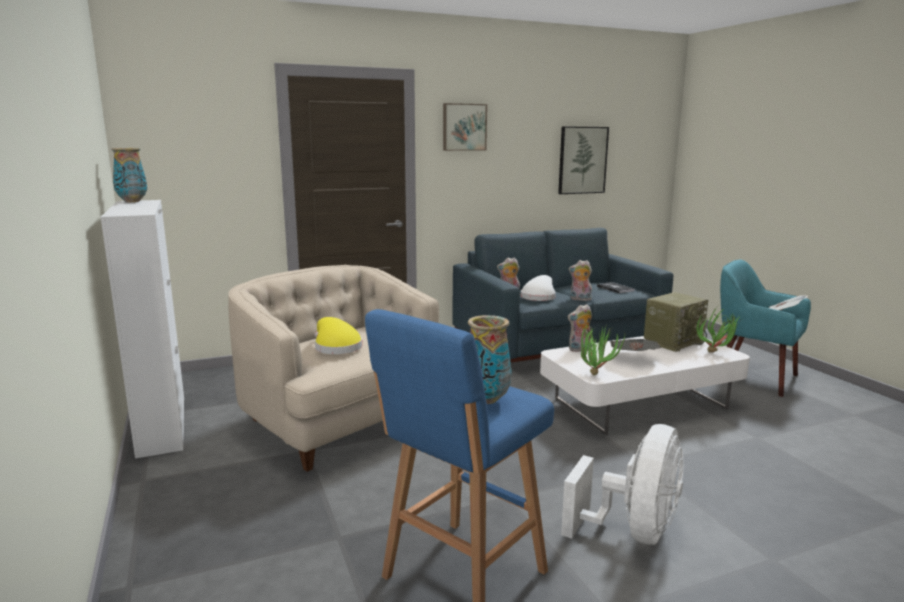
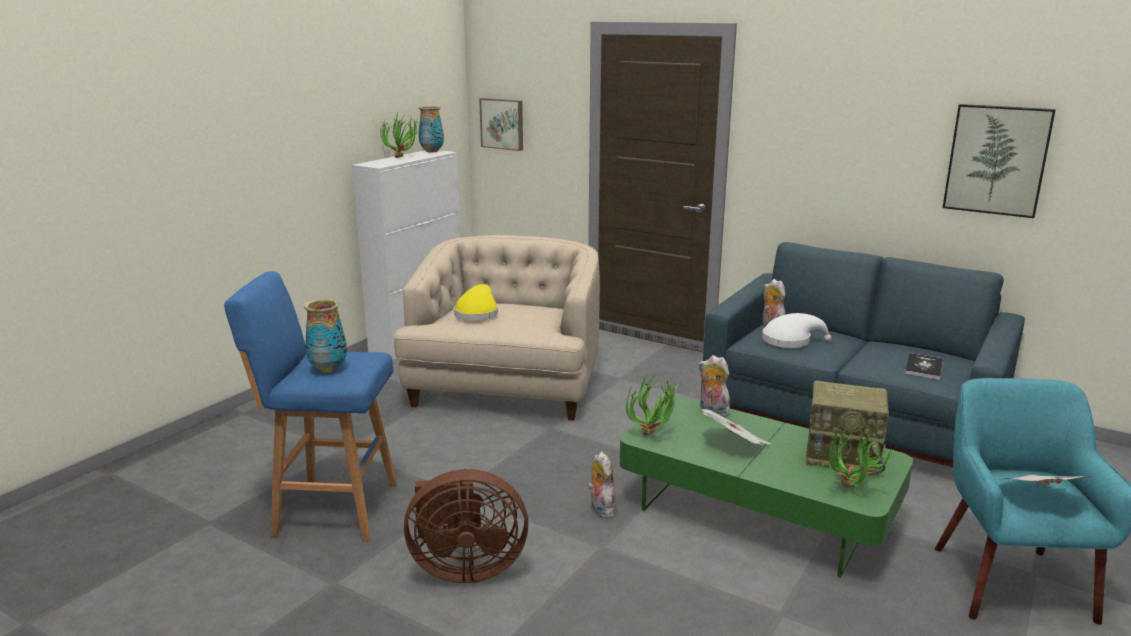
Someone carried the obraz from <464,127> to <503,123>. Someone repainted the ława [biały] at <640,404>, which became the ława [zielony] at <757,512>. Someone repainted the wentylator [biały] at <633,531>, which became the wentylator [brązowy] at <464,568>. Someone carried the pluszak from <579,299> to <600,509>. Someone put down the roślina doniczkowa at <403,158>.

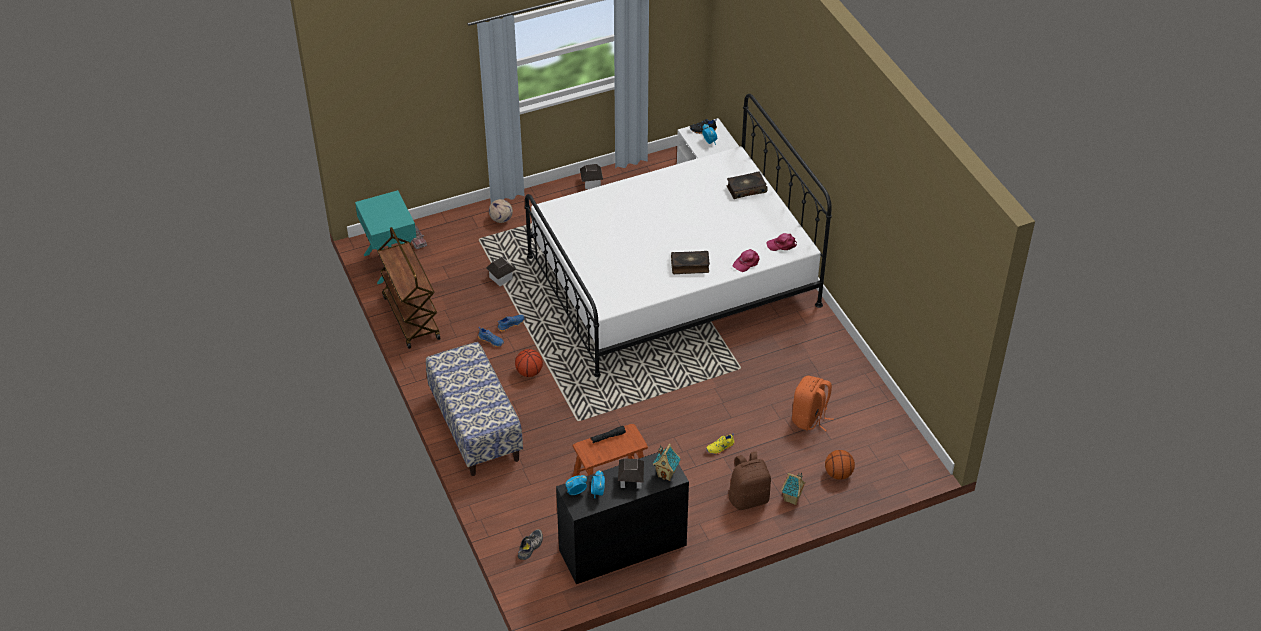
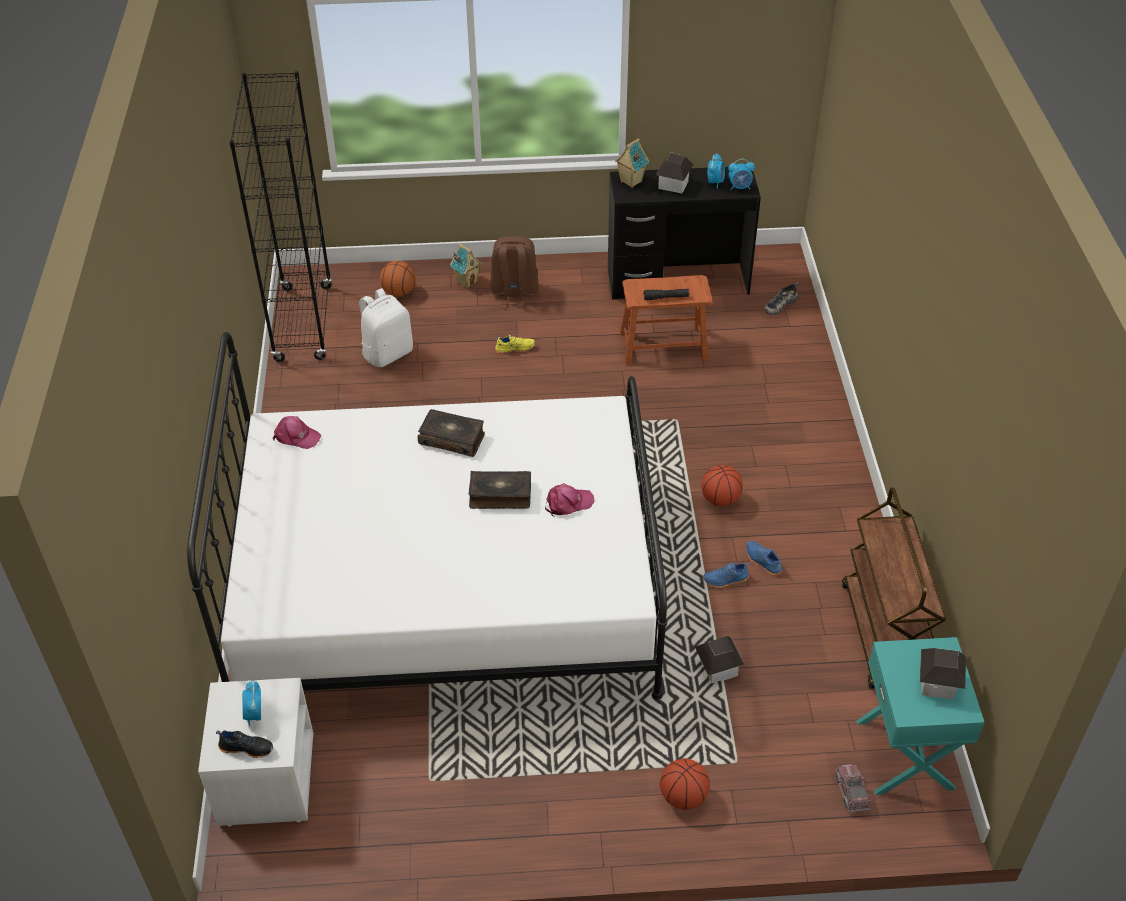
Someone took away the ławka at <475,427>. Someone swapped the piłka futbolowa at <501,219> for the piłka do koszykówki at <683,796>. Someone carried the domek from <591,183> to <938,683>. Someone carried the książka from <746,189> to <500,495>. Someone carried the czapka z daszkiem [różowy] from <746,262> to <568,503>. Someone repainted the plecak [pomarańczowy] at <810,419>, which became the plecak [biały] at <387,353>. Someone put down the regał [czarny] at <303,323>.

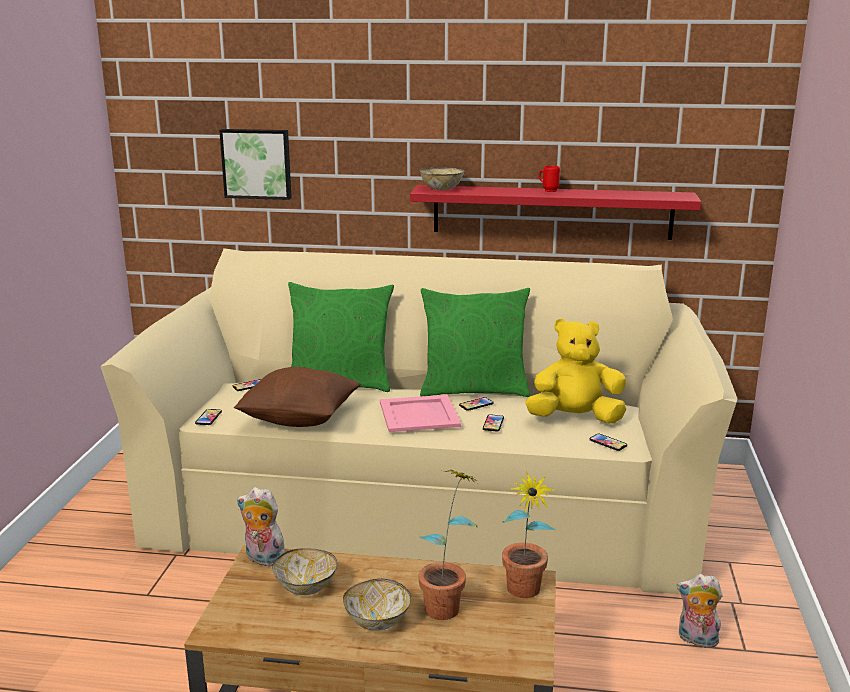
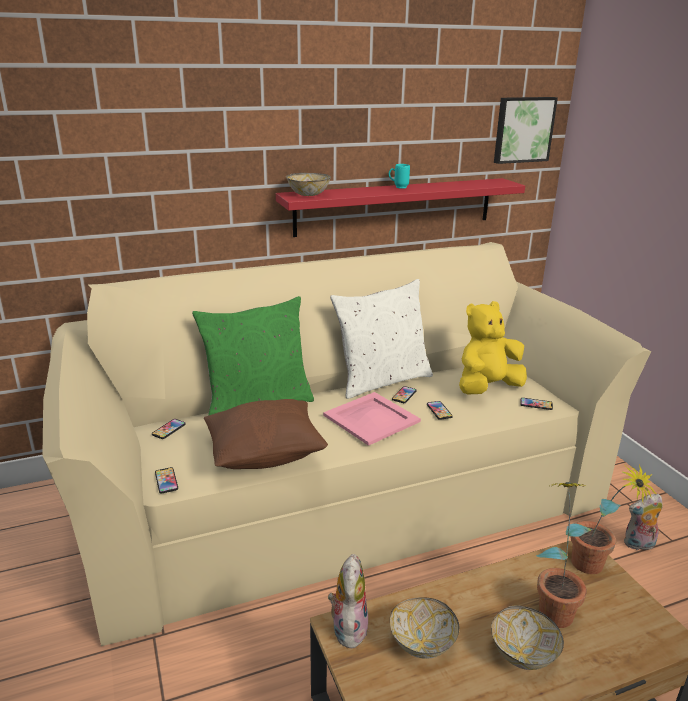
Someone carried the obraz from <257,163> to <523,129>. Someone rotated the pluszak at <263,559> by 105 degrees clockwise. Someone repainted the poduszka [zielony] at <474,389>, which became the poduszka [biały] at <381,380>. Someone repainted the kubek [czerwony] at <547,190>, which became the kubek [turkusowy] at <398,187>.

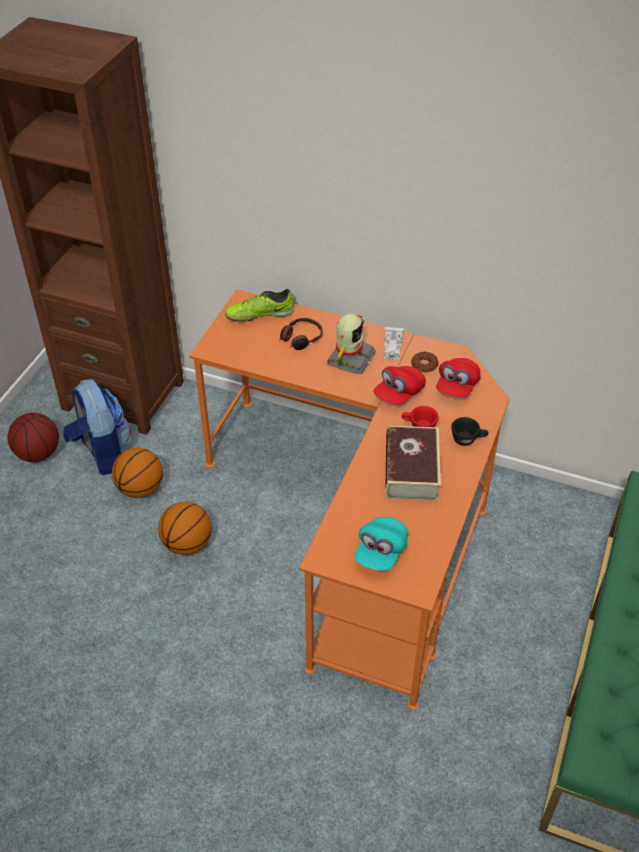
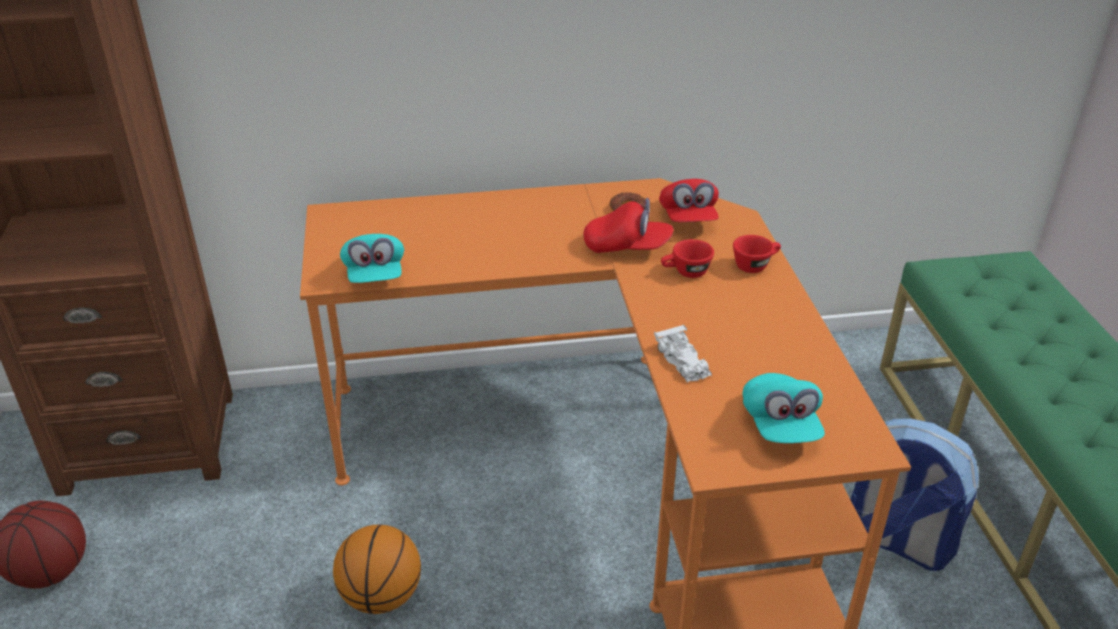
Someone carried the plecak from <102,453> to <895,541>. Someone took away the piłka do koszykówki at <141,489>. Someone took away the but at <259,314>. Someone took away the słuchawki at <300,338>. Someone took away the robot zabawkowy at <349,358>. Someone rotated the czapka z daszkiem [czerwony] at <399,394> by 90 degrees counterclockwise. Someone carried the samochodzik [biały] from <392,347> to <683,361>. Someone took away the książka at <411,470>. Someone repainted the filiżanka [czarny] at <468,439>, which became the filiżanka [czerwony] at <755,265>. Someone put down the czapka z daszkiem [turkusowy] at <375,275>.

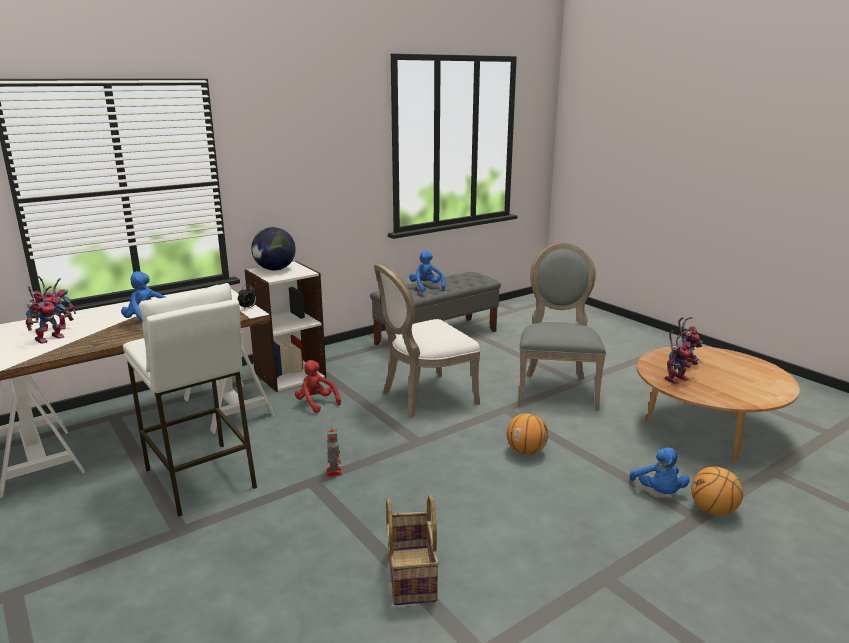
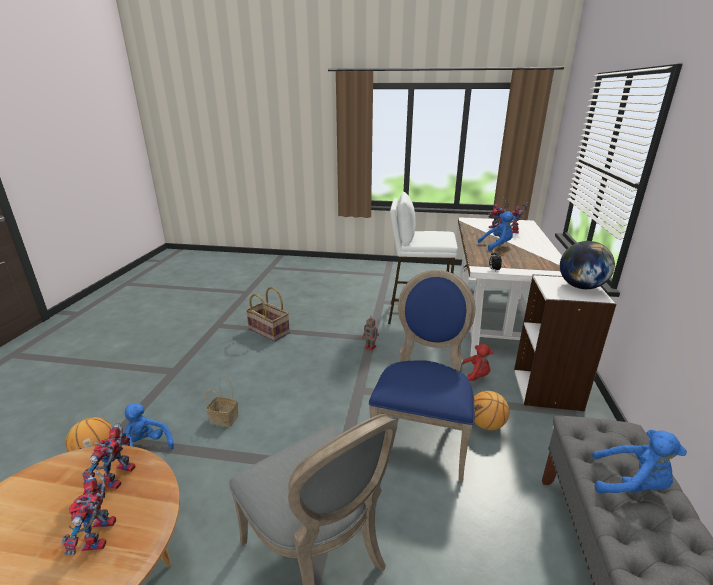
Someone repainted the krzesło [biały] at <424,397>, which became the krzesło [niebieski] at <421,436>. Someone carried the piłka do koszykówki from <526,451> to <486,425>. Someone put down the koszyk at <223,419>.

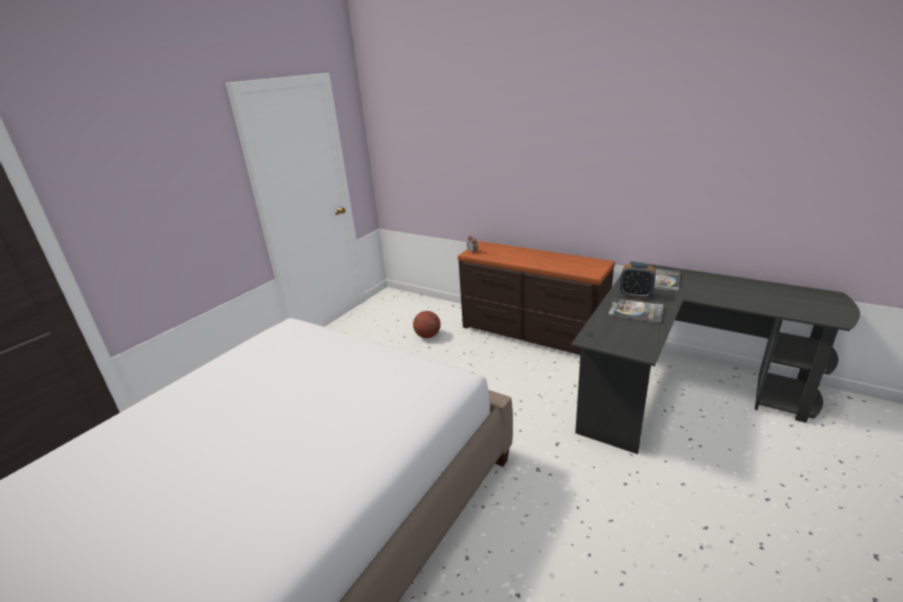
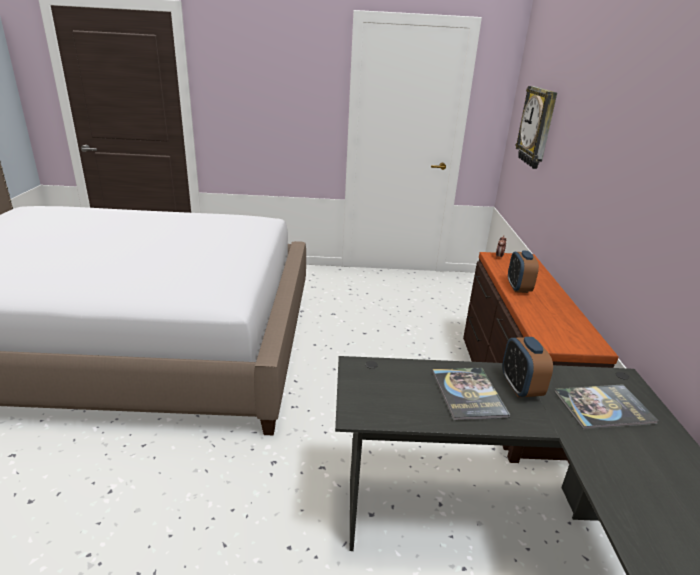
Someone took away the piłka do koszykówki at <428,336>. Someone put down the budzik at <518,288>. Someone put up the zegar ścienny at <537,127>.

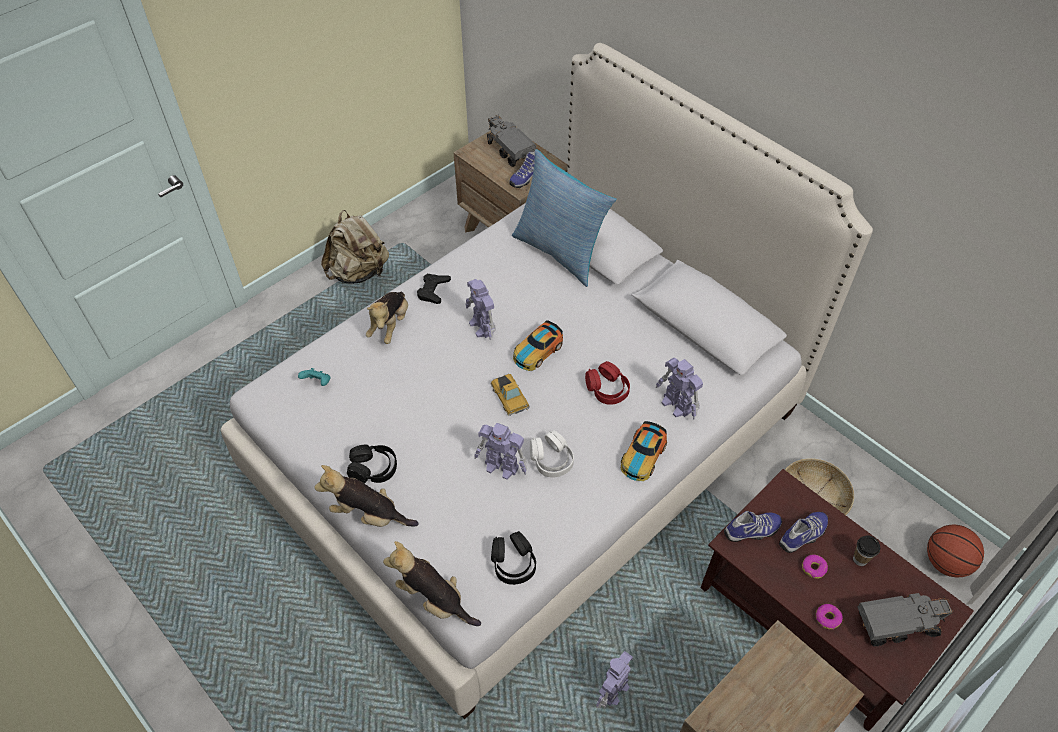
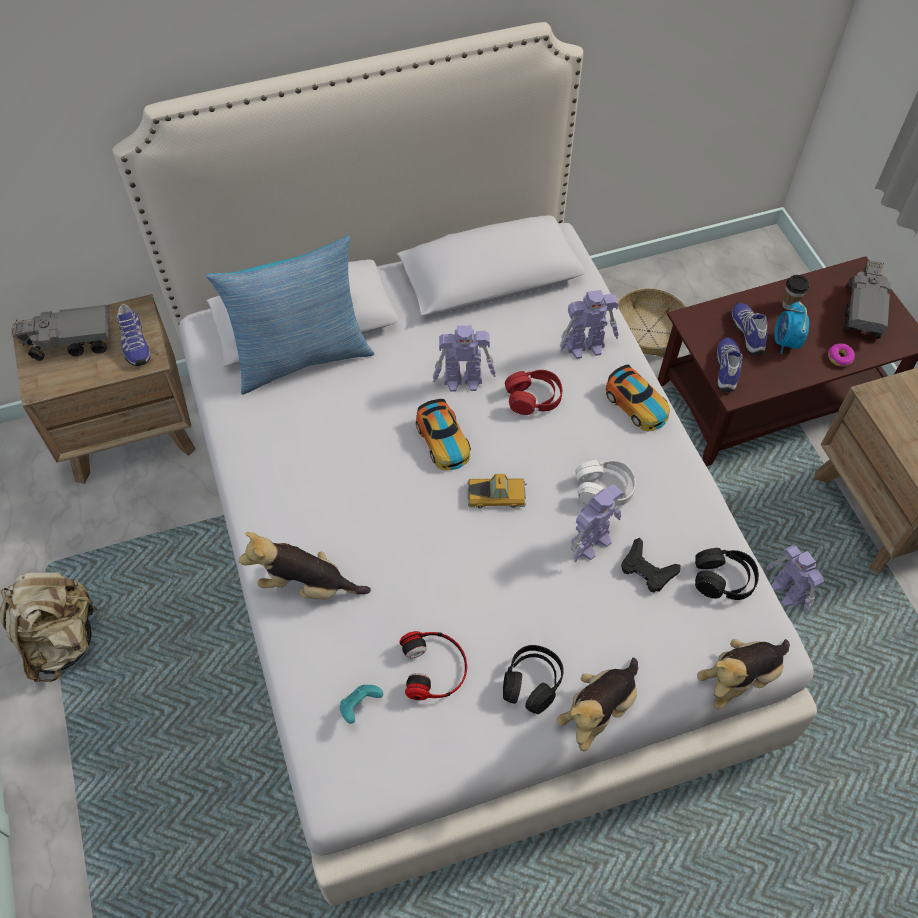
Someone rotated the pluszak at <390,325> by 150 degrees clockwise. Someone carried the pad do gier [czarny] from <433,290> to <647,569>. Someone carried the robot zabawkowy from <482,327> to <464,381>. Someone swapped the donut at <813,568> for the budzik at <785,342>. Someone took away the piłka do koszykówki at <946,562>. Someone put down the słuchawki at <434,667>.

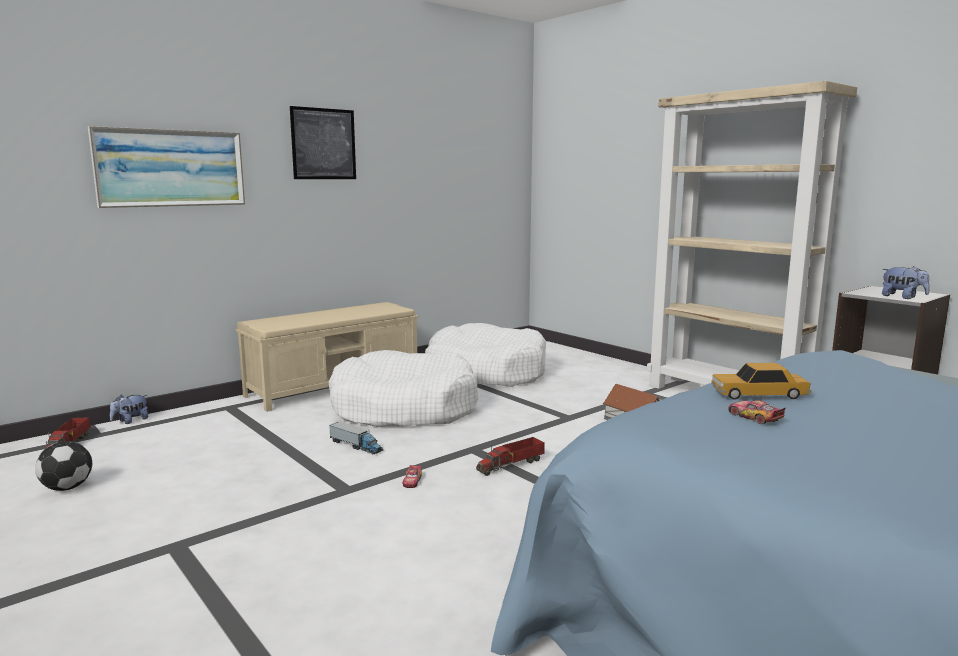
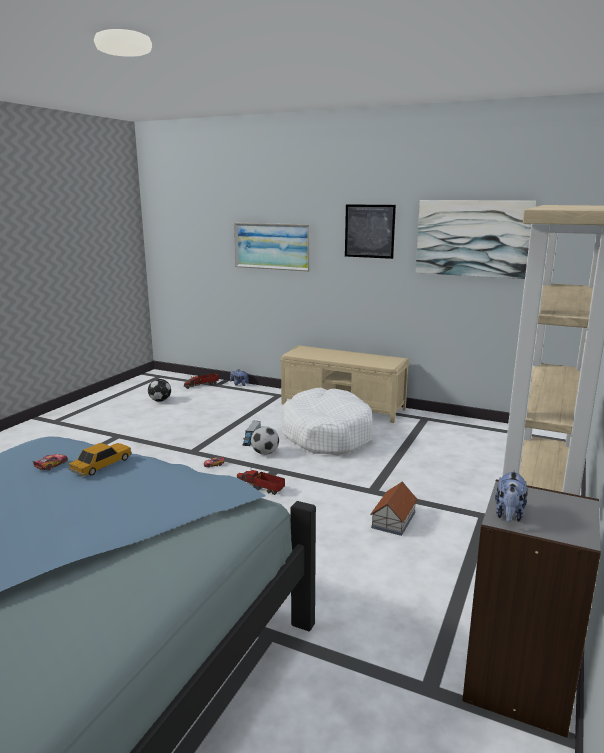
Someone took away the legowisko [biały] at <486,372>. Someone rotated the samochodzik at <758,394> by 60 degrees clockwise. Someone put down the piłka futbolowa at <265,453>. Someone put up the obraz at <472,238>.

